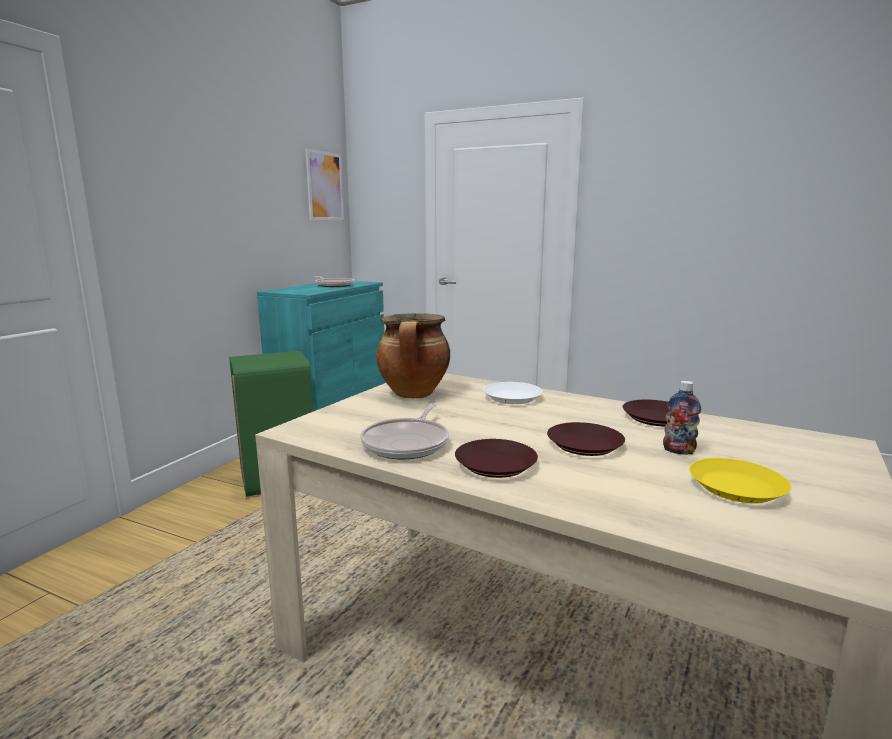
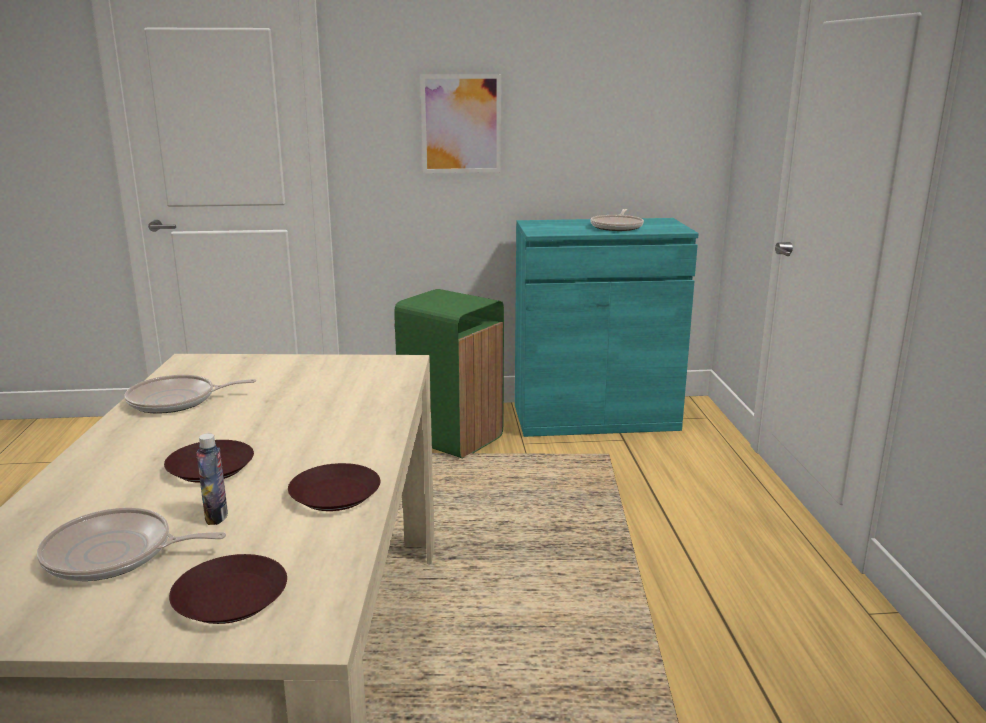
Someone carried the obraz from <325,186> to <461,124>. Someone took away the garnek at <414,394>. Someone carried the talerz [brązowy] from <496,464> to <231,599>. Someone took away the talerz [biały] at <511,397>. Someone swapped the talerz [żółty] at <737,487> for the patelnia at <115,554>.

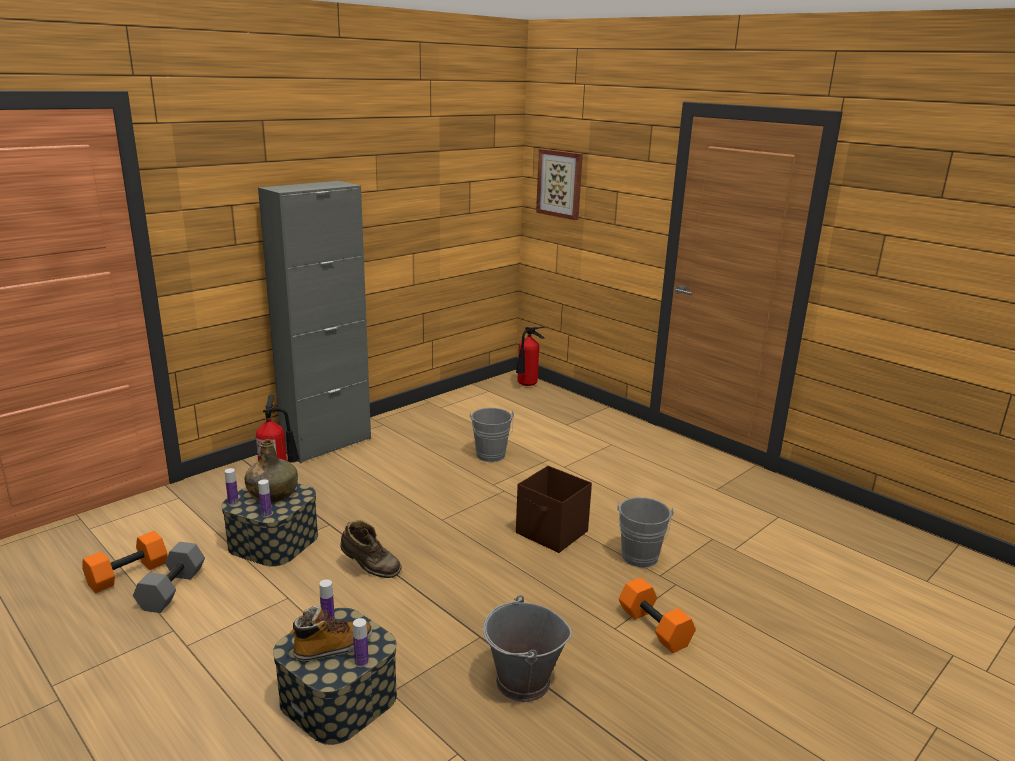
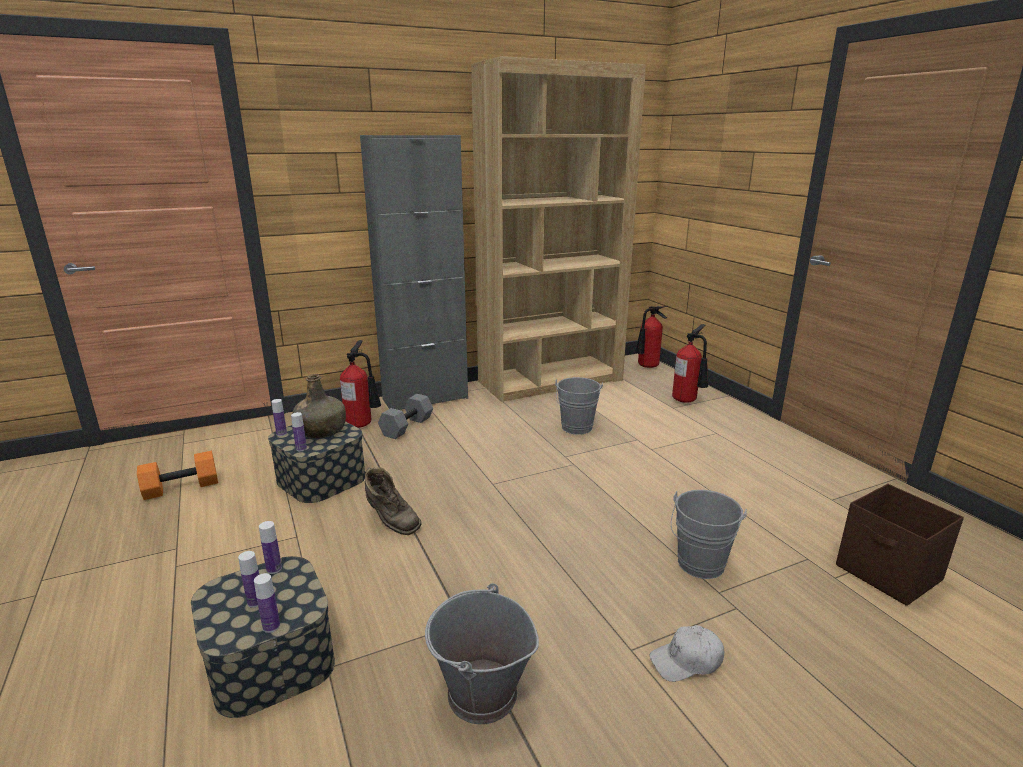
Someone carried the hantel [szary] from <171,588> to <406,426>. Someone swapped the but z cholewką at <333,648> for the butelka at <255,602>. Someone carried the pojemnik do przechowywania [brązowy] from <552,533> to <889,574>. Someone took away the obraz at <560,183>. Someone swapped the hantel [pomarańczowy] at <655,627> for the czapka z daszkiem [biały] at <687,661>. Someone put down the regał [brązowy] at <551,380>. Someone put down the gaśnica at <688,401>.

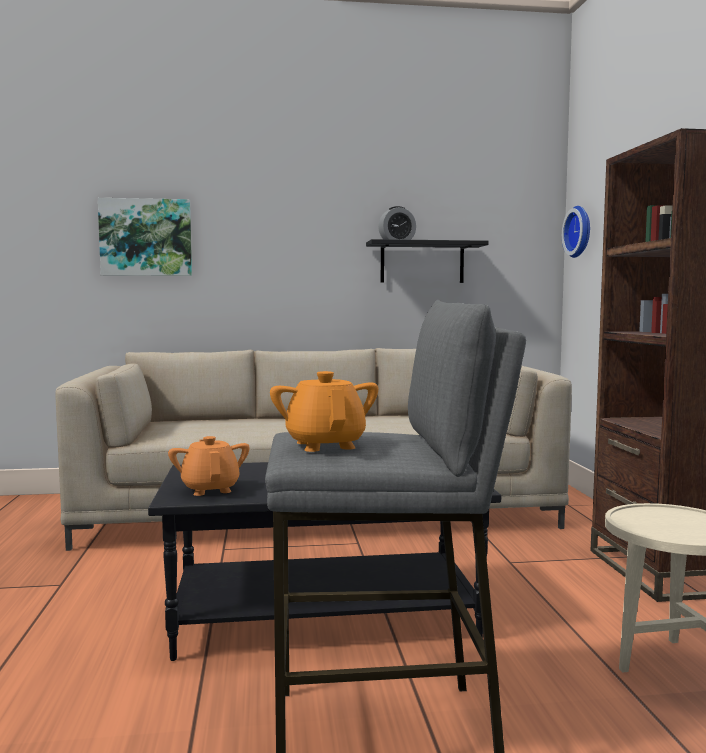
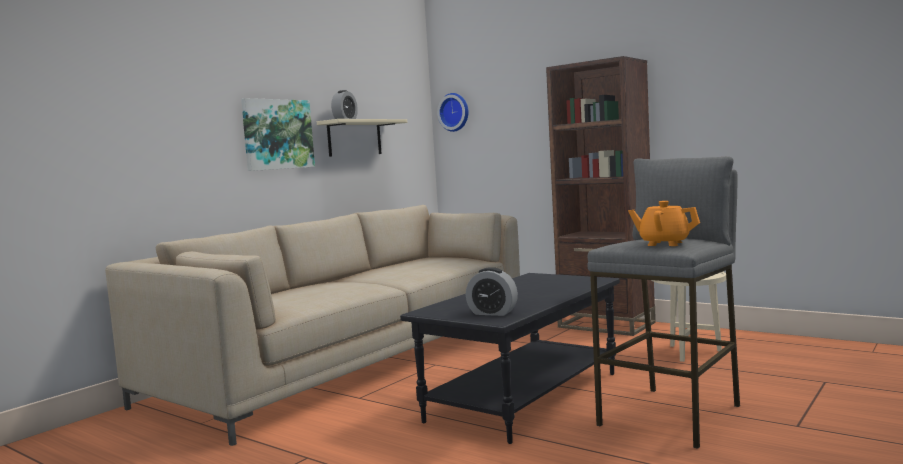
Someone carried the obraz from <146,237> to <277,134>. Someone swapped the imbryk [pomarańczowy] at <210,489> for the budzik at <492,313>. Someone repainted the półka [czarny] at <422,262>, which became the półka [beżowy] at <354,138>.

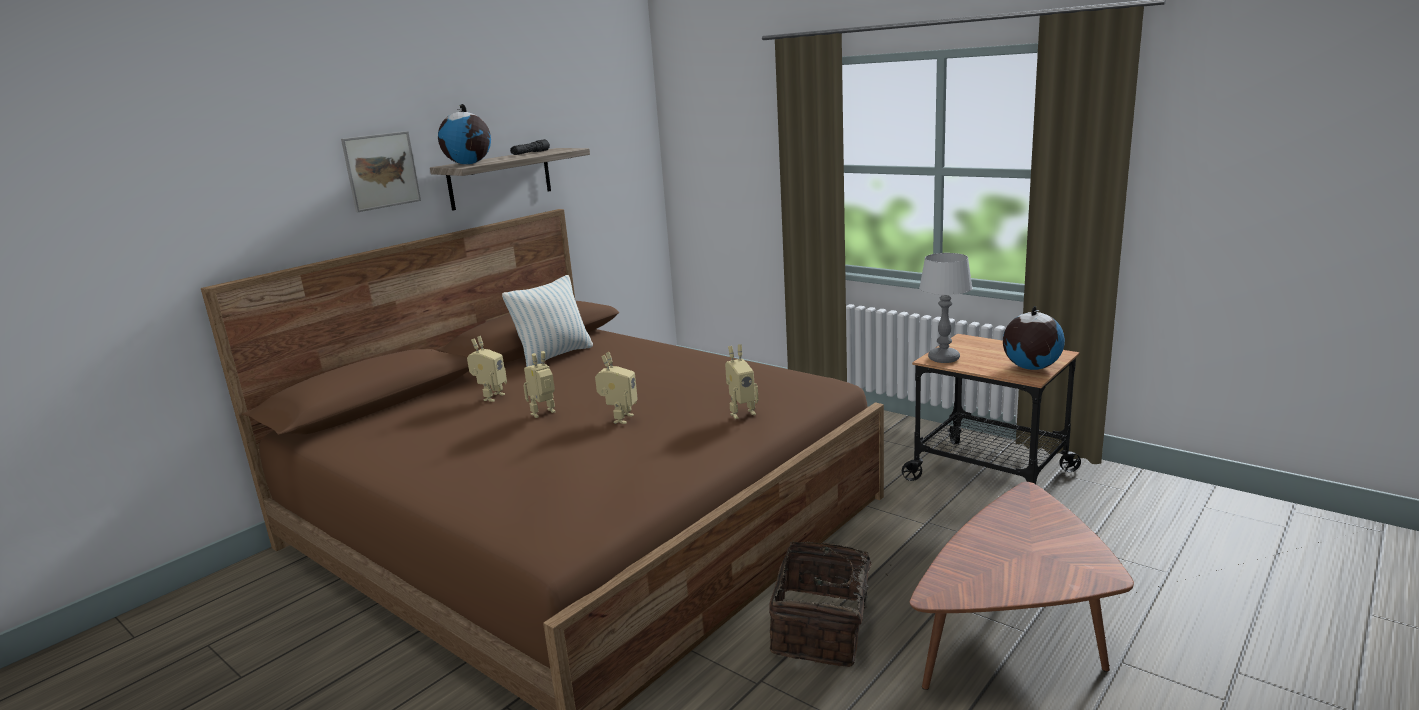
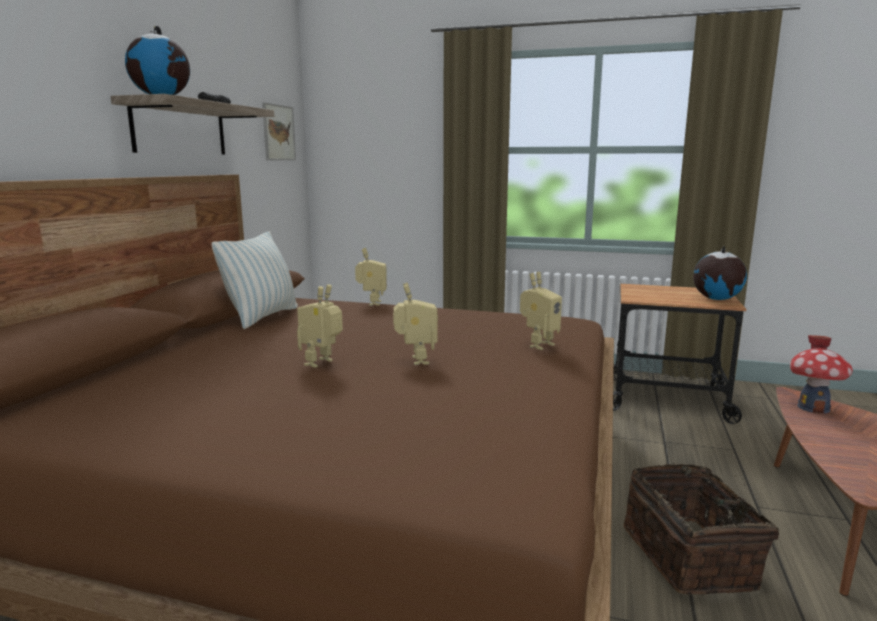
Someone carried the obraz from <381,171> to <278,132>. Someone carried the robot zabawkowy from <491,397> to <371,303>. Someone took away the lampa stołowa at <943,359>. Someone put down the domek at <813,407>.

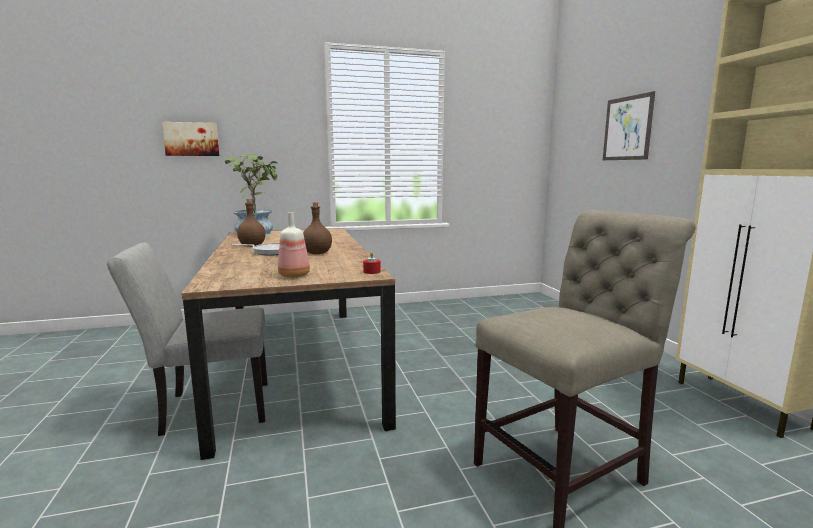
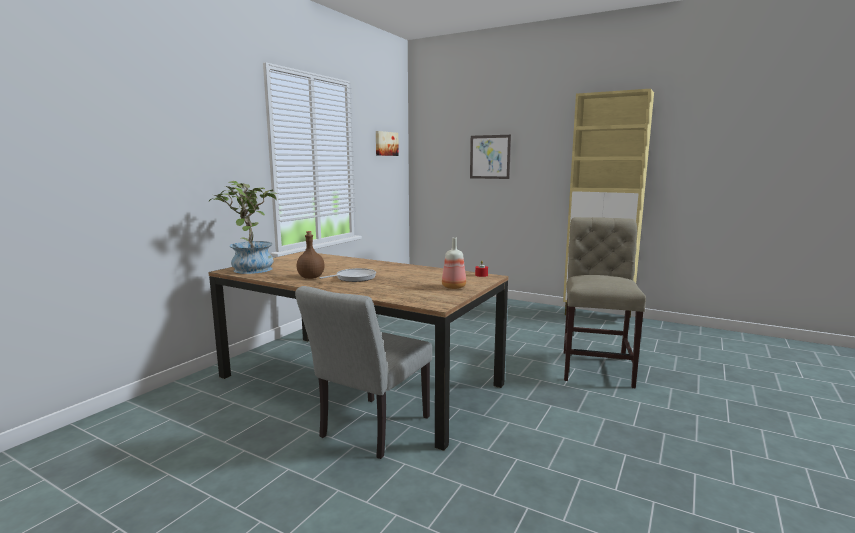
Someone carried the obraz from <191,139> to <386,143>. Someone took away the butelka [brązowy] at <317,253>.

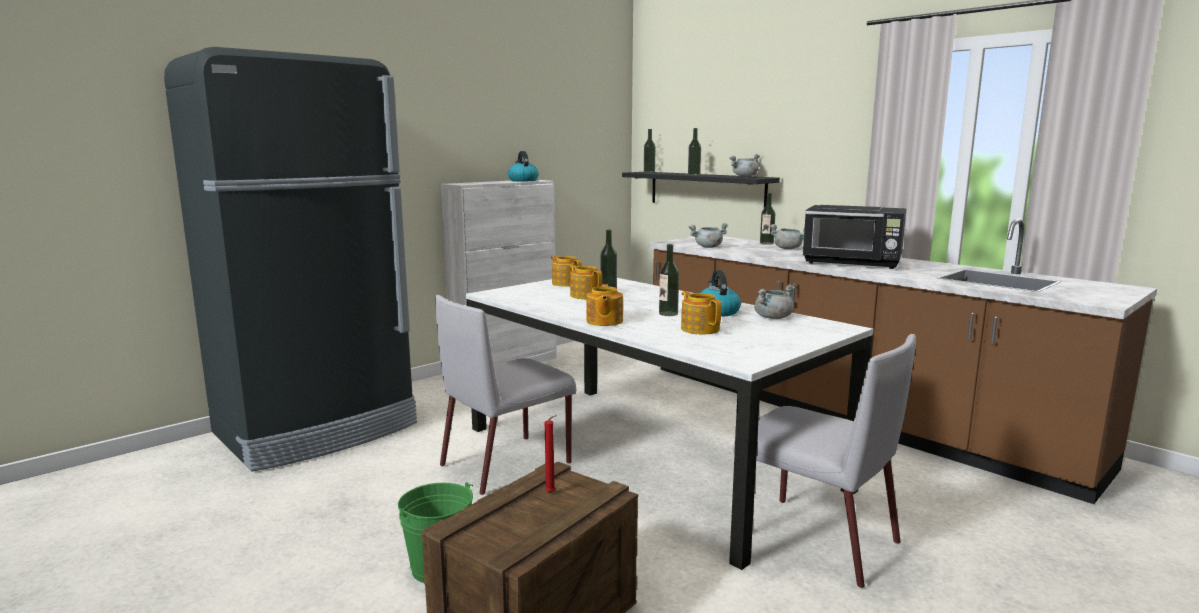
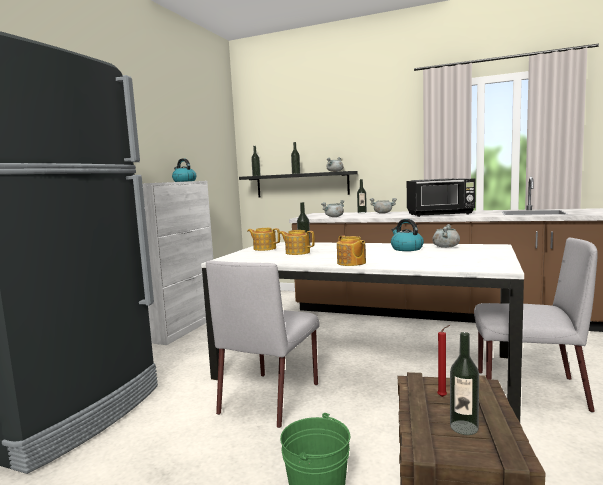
Someone carried the butelka from <668,313> to <464,427>. Someone took away the imbryk at <700,329>.

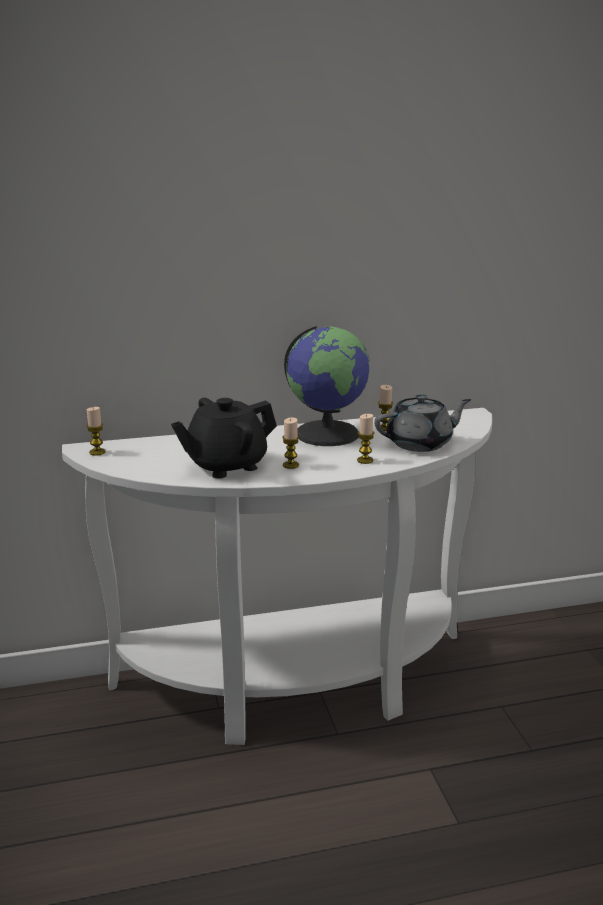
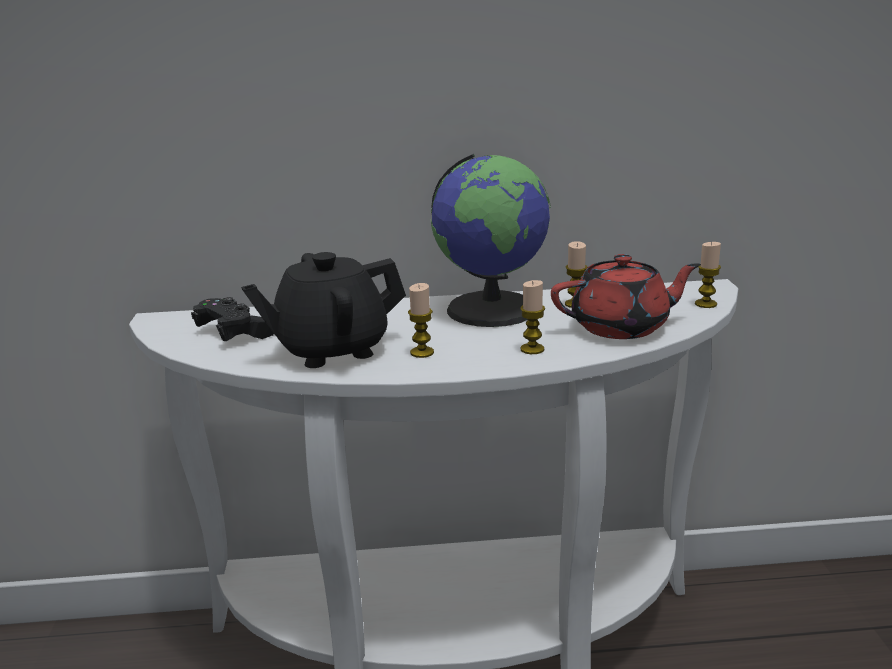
Someone carried the świeca from <97,452> to <705,304>. Someone repainted the imbryk [szary] at <420,443>, which became the imbryk [czerwony] at <622,327>. Someone put down the pad do gier [czarny] at <235,333>.

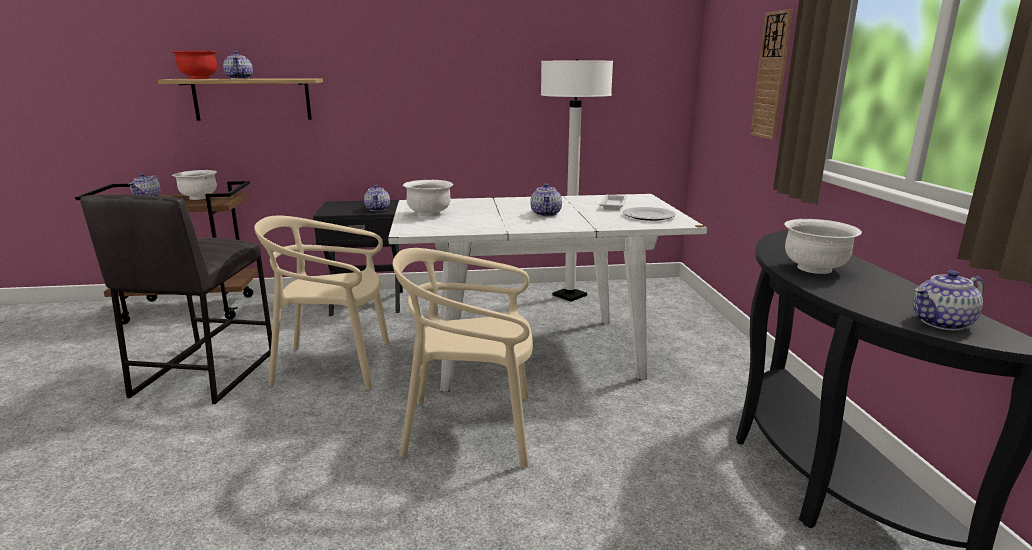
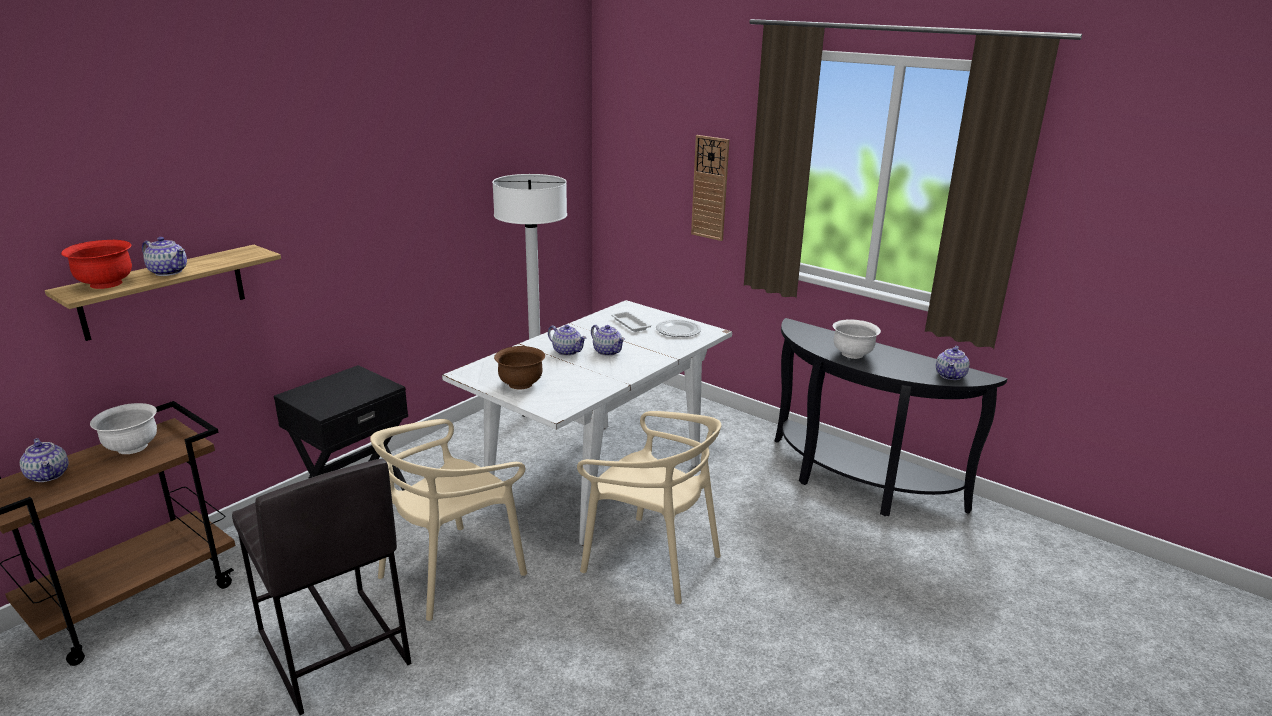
Someone carried the imbryk from <378,209> to <567,351>. Someone rotated the krzesło [beżowy] at <471,429> by 105 degrees counterclockwise. Someone repainted the miska [biały] at <429,214>, which became the miska [brązowy] at <521,384>.

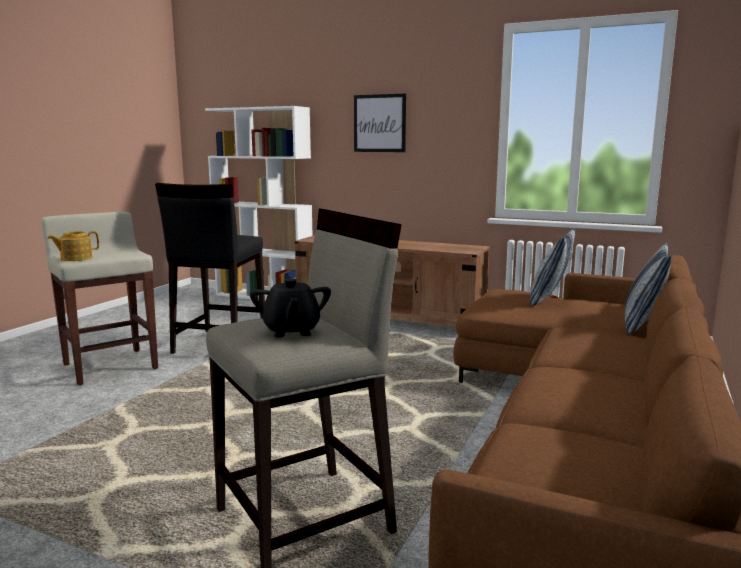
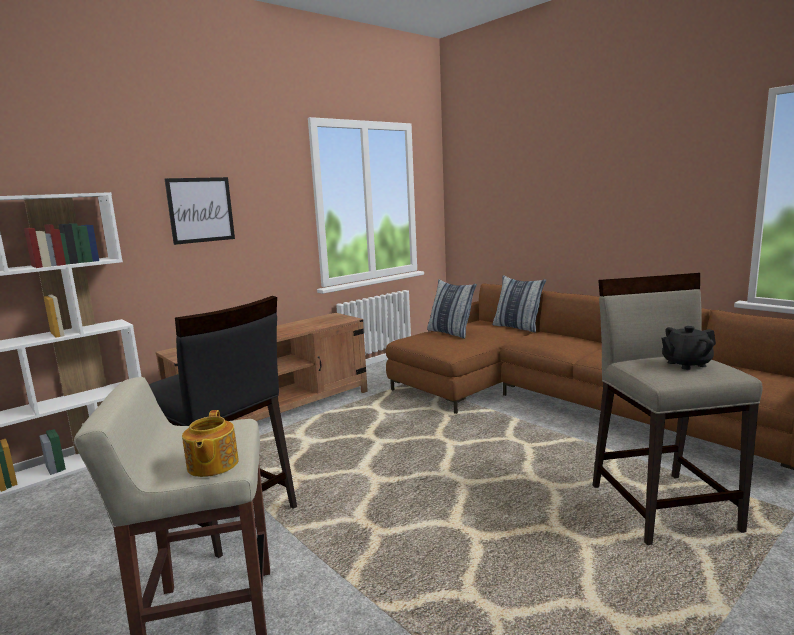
Someone rotated the imbryk [czarny] at <291,331> by 150 degrees clockwise.

